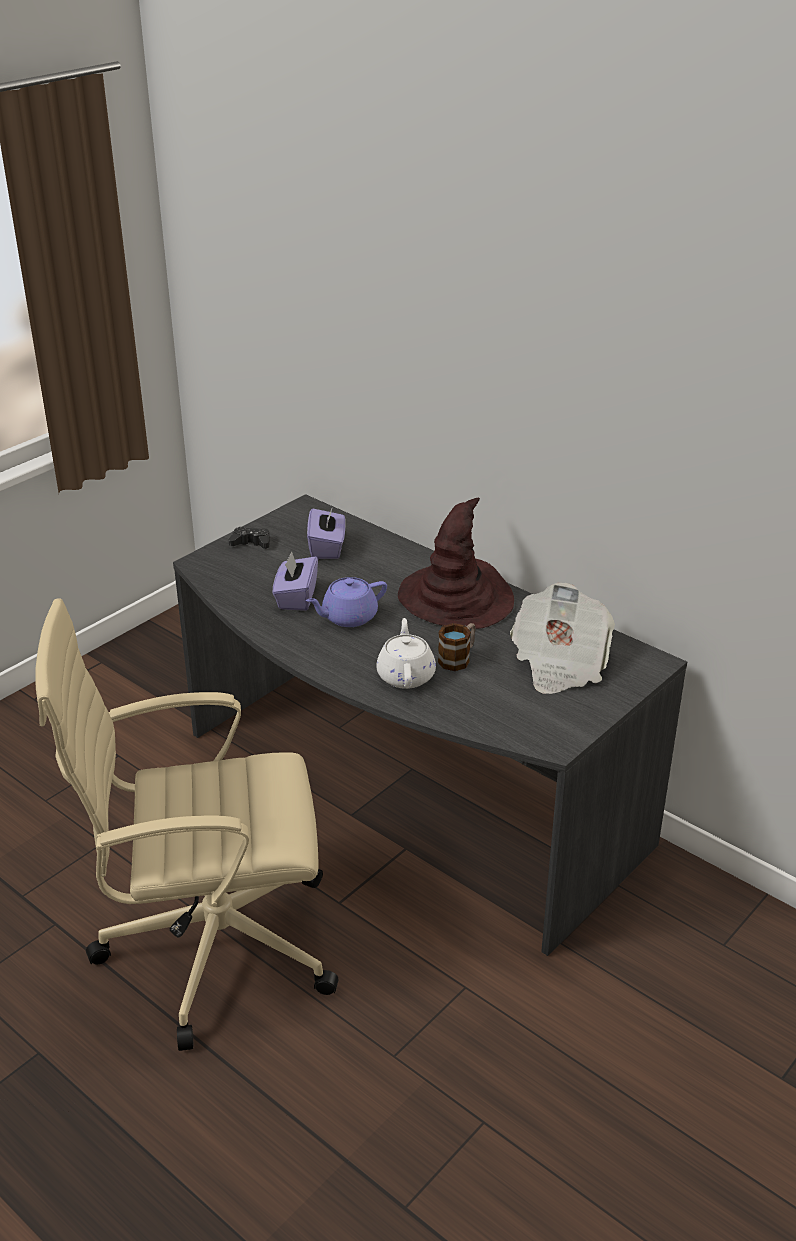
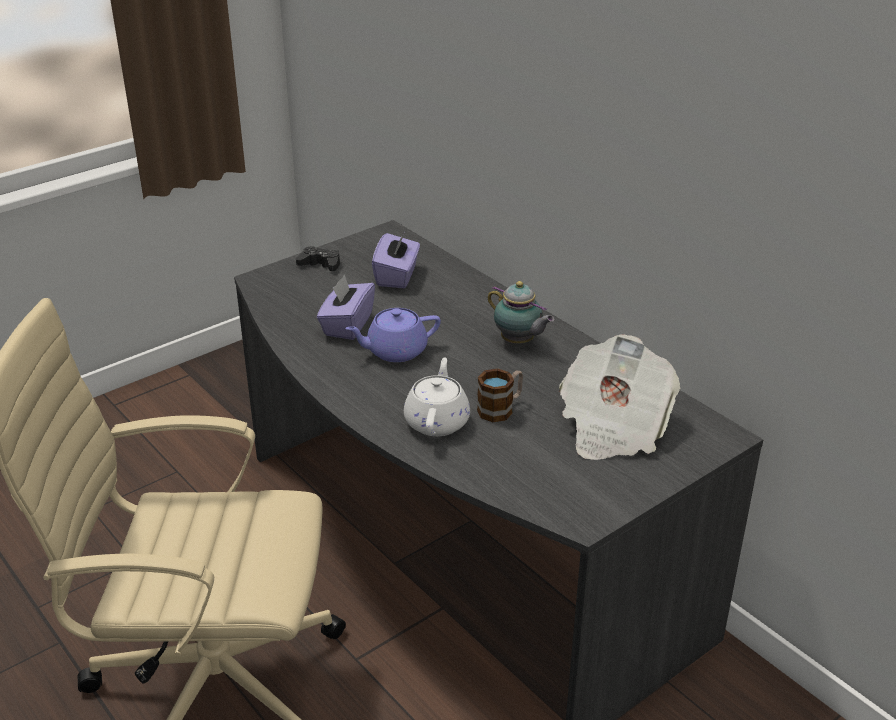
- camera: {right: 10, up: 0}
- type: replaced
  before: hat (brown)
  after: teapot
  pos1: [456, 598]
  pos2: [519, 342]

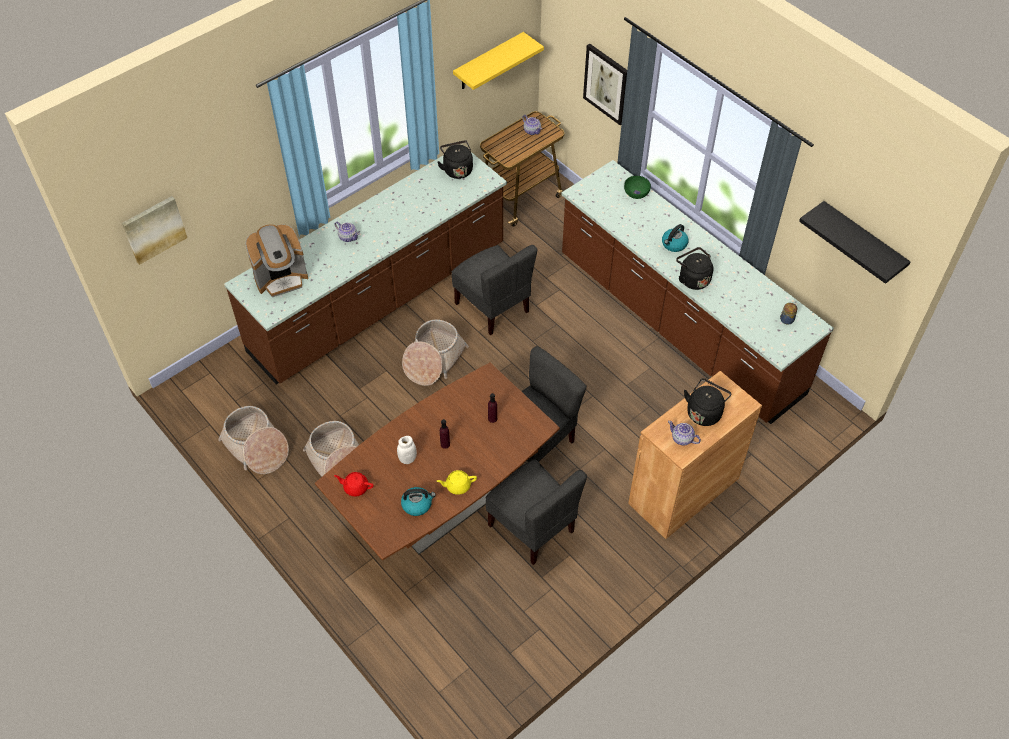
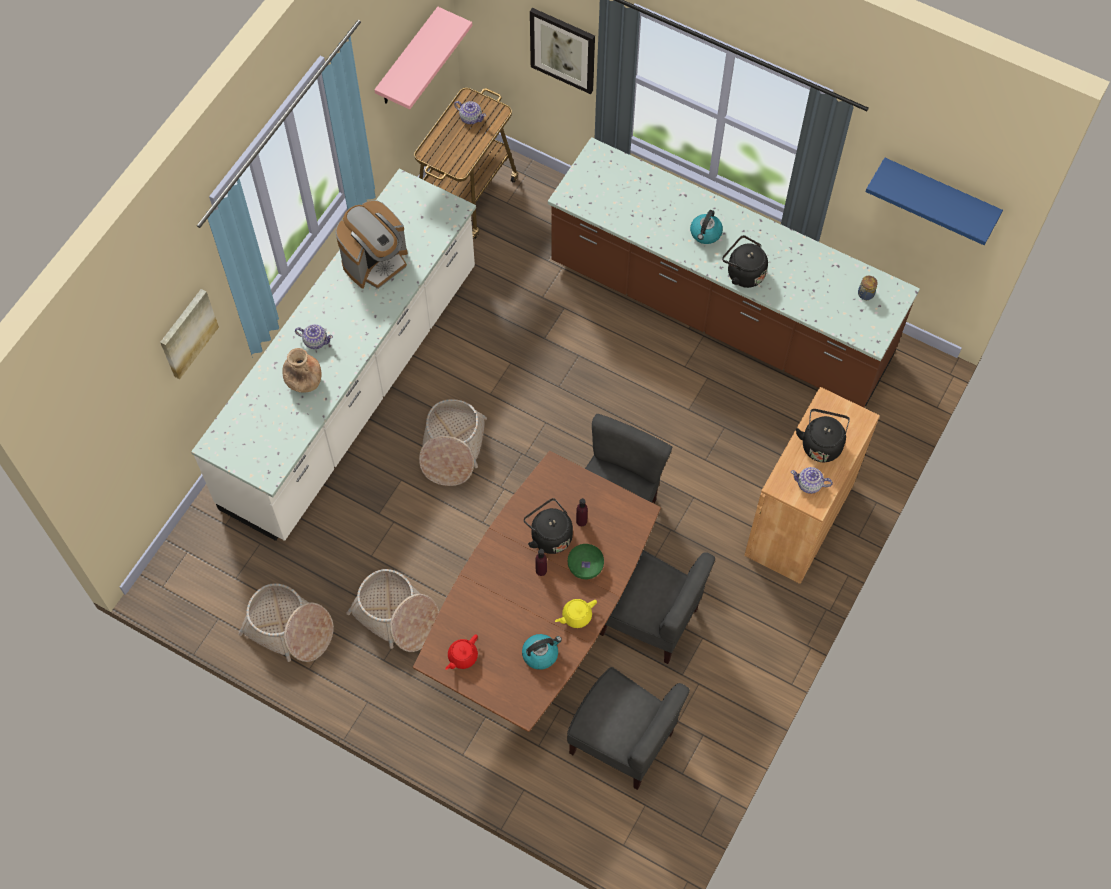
- camera: {right: -20, up: 10}
- type: recoloured
  before: shelf (yellow)
  after: shelf (pink)
  pos1: [488, 62]
  pos2: [407, 59]
- type: moved
  before: kettle (black)
  pos1: [457, 169]
  pos2: [549, 535]
- type: recoloured
  before: counter (brown)
  after: counter (white)
  pos1: [379, 299]
  pos2: [353, 388]
- type: moved
  before: bowl (green)
  pos1: [636, 193]
  pos2: [585, 566]
- type: moved
  before: picture
  pos1: [154, 229]
  pos2: [187, 333]
- type: recoloured
  before: shelf (black)
  after: shelf (blue)
  pos1: [862, 242]
  pos2: [939, 194]
- type: moved
  before: coffee machine
  pos1: [281, 278]
  pos2: [376, 262]
- type: moved
  before: chair (grey)
  pos1: [493, 307]
  pos2: [622, 742]
- type: removed
  before: jar (white)
  pos1: [407, 459]
- type: turned
  before: teapot (red)
  pos1: [355, 487]
  pos2: [462, 657]
  turn: -45
- type: added
  after: vase (brown)
  pos2: [303, 381]

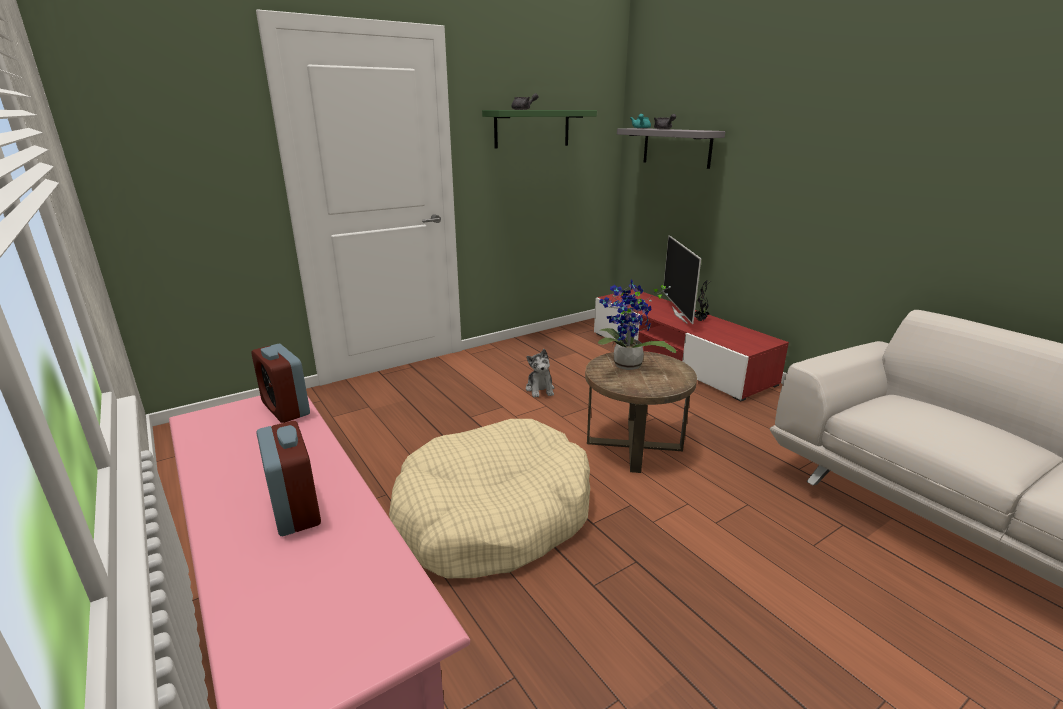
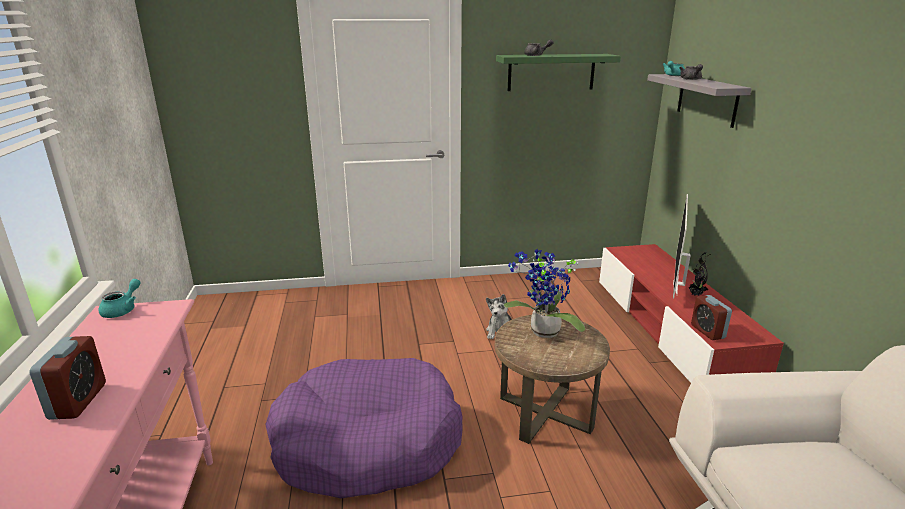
- camera: {right: 25, up: 0}
- type: moved
  before: alarm clock
  pos1: [286, 409]
  pos2: [707, 331]
- type: recoloured
  before: dog bed (beige)
  after: dog bed (purple)
  pos1: [493, 515]
  pos2: [367, 442]
- type: added
  after: teapot (turquoise)
  pos2: [123, 310]

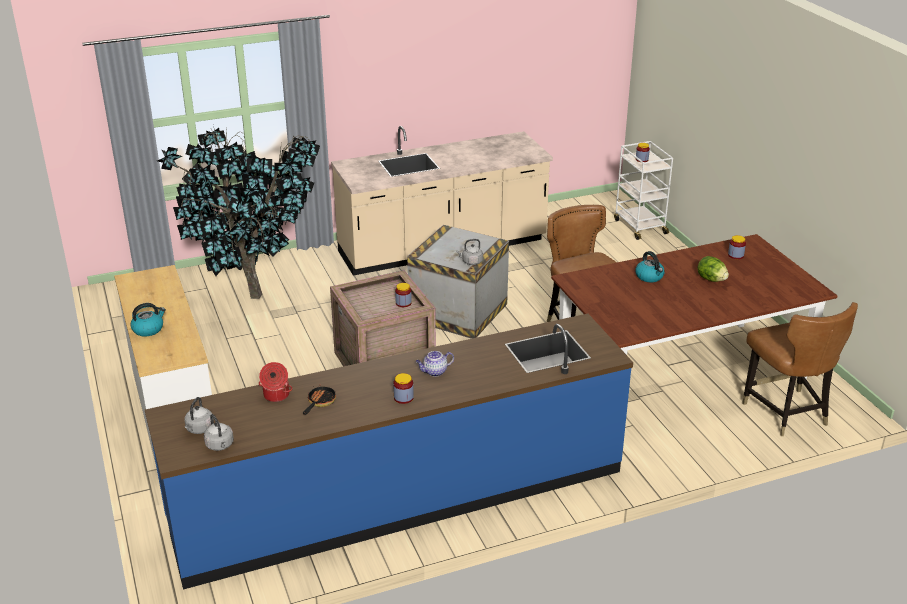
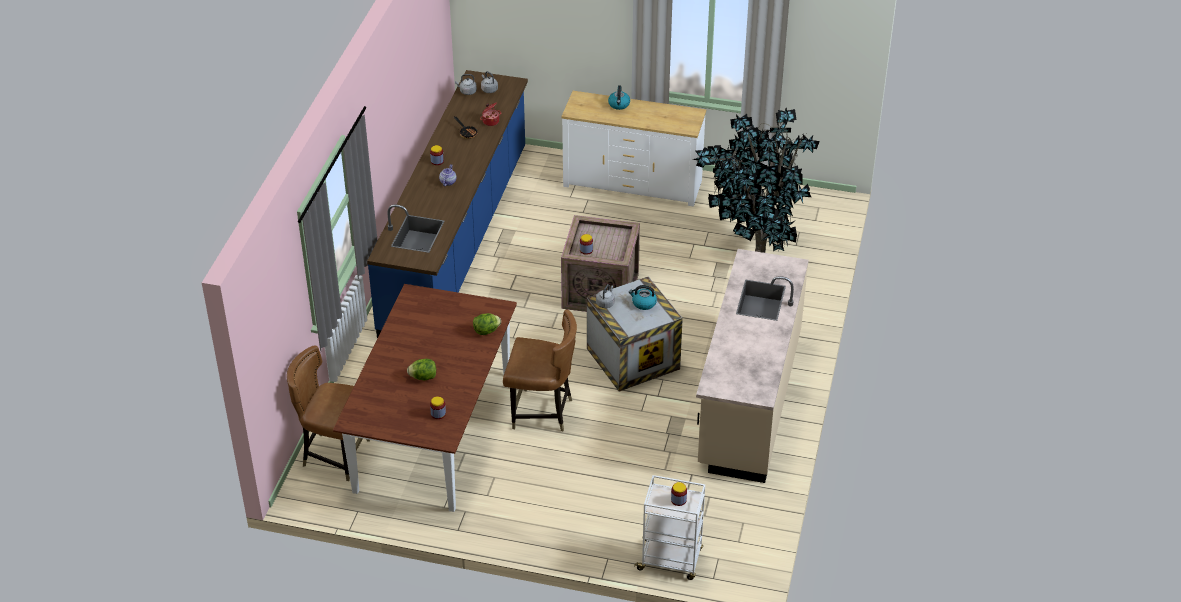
- camera: {right: 125, up: 10}
- type: moved
  before: kettle
  pos1: [649, 277]
  pos2: [643, 303]
- type: added
  after: lettuce
  pos2: [486, 331]

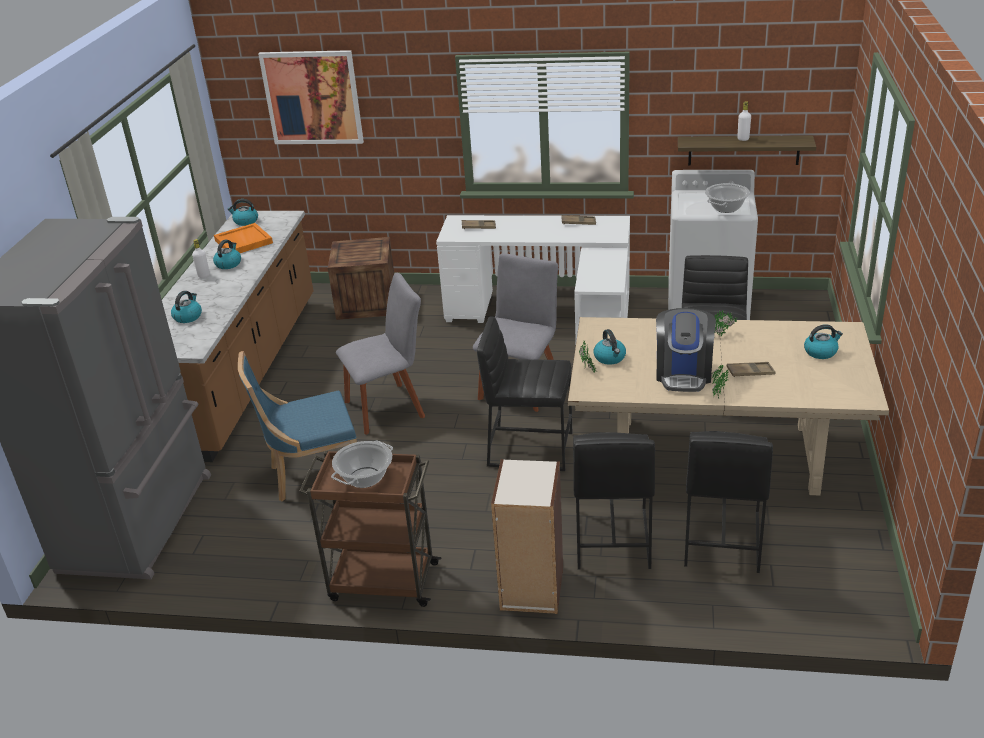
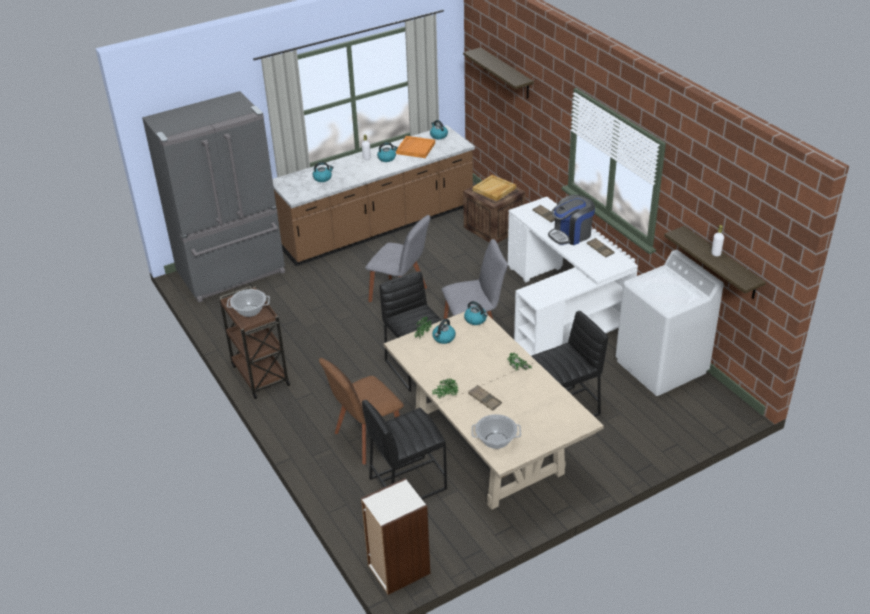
- camera: {right: 50, up: 5}
- type: replaced
  before: picture
  after: shelf
  pos1: [312, 97]
  pos2: [506, 73]
- type: moved
  before: cooking pot
  pos1: [726, 208]
  pos2: [495, 441]
- type: moved
  before: coffee machine
  pos1: [683, 373]
  pos2: [571, 235]
- type: moved
  before: kettle
  pos1: [821, 352]
  pos2: [476, 319]
- type: removed
  before: chair (blue)
  pos1: [312, 475]
- type: replaced
  before: stool (black)
  after: chair (brown)
  pos1: [611, 539]
  pos2: [366, 439]
- type: moved
  before: bookcase
  pos1: [531, 588]
  pos2: [398, 569]
- type: added
  after: tray (beige)
  pos2: [494, 189]

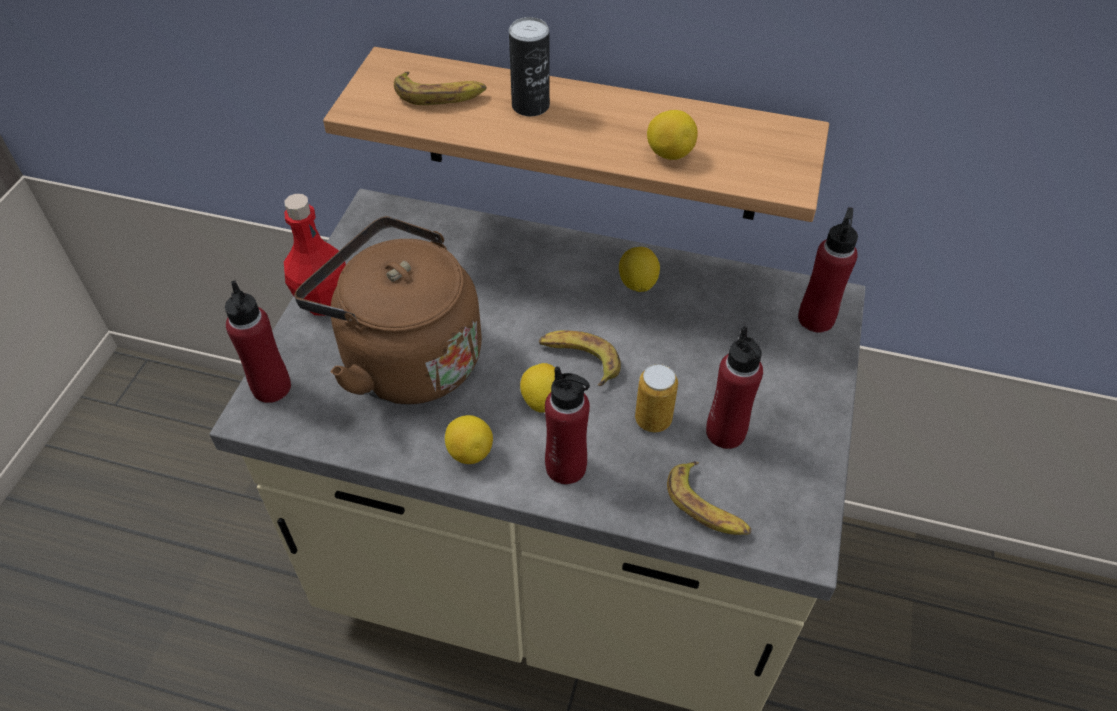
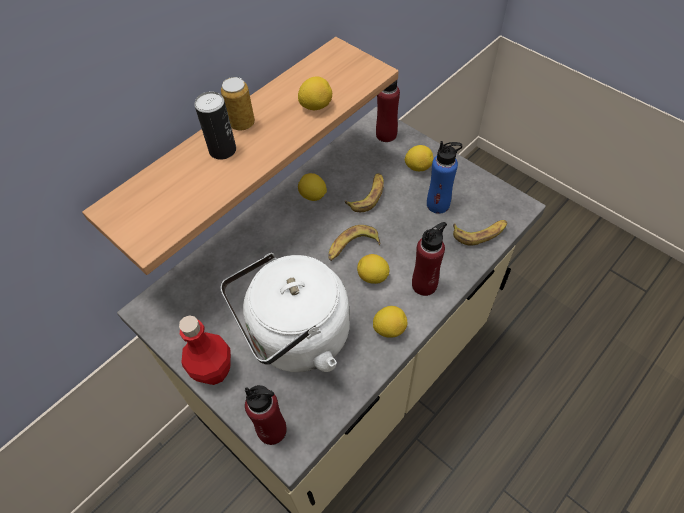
- camera: {right: -60, up: 5}
- type: moved
  before: banana
  pos1: [440, 95]
  pos2: [368, 195]
- type: recoloured
  before: kettle (brown)
  after: kettle (white)
  pos1: [404, 358]
  pos2: [295, 338]
- type: recoloured
  before: bottle (red)
  after: bottle (blue)
  pos1: [725, 432]
  pos2: [438, 204]
- type: moved
  before: can
  pos1: [653, 419]
  pos2: [242, 123]
- type: added
  after: lemon
  pos2: [418, 167]

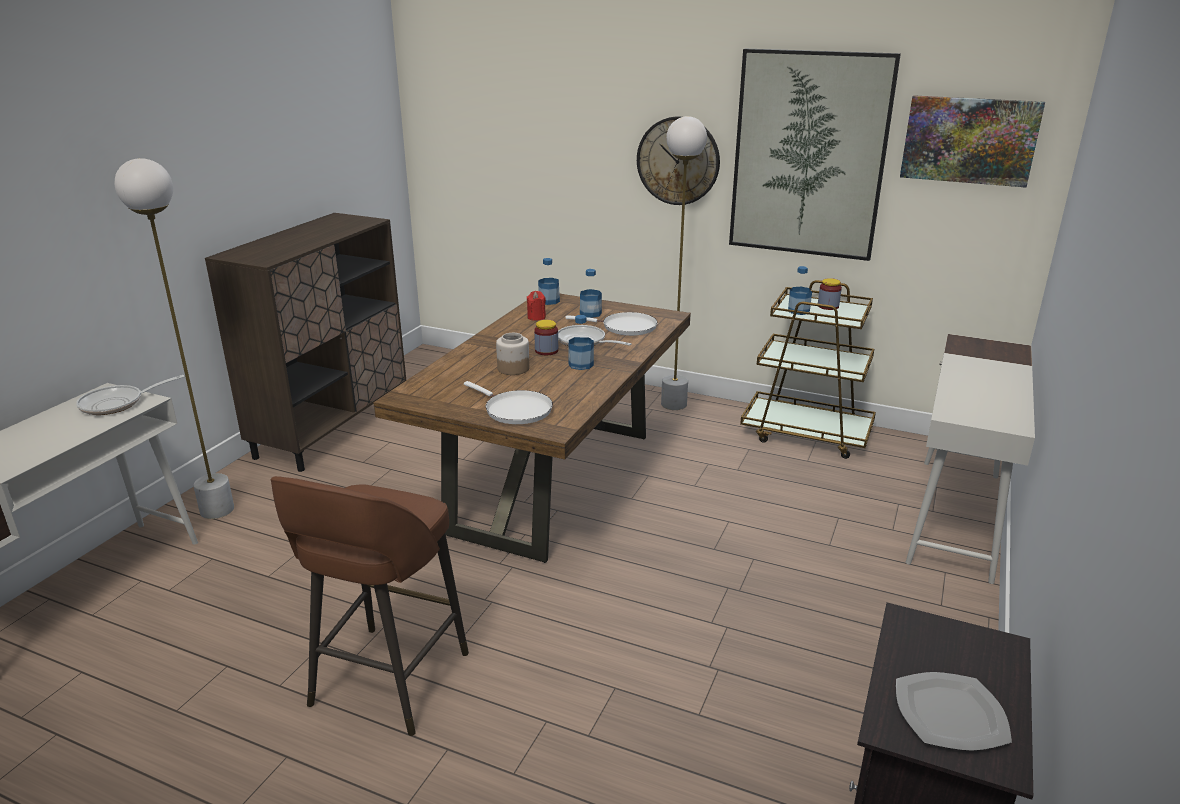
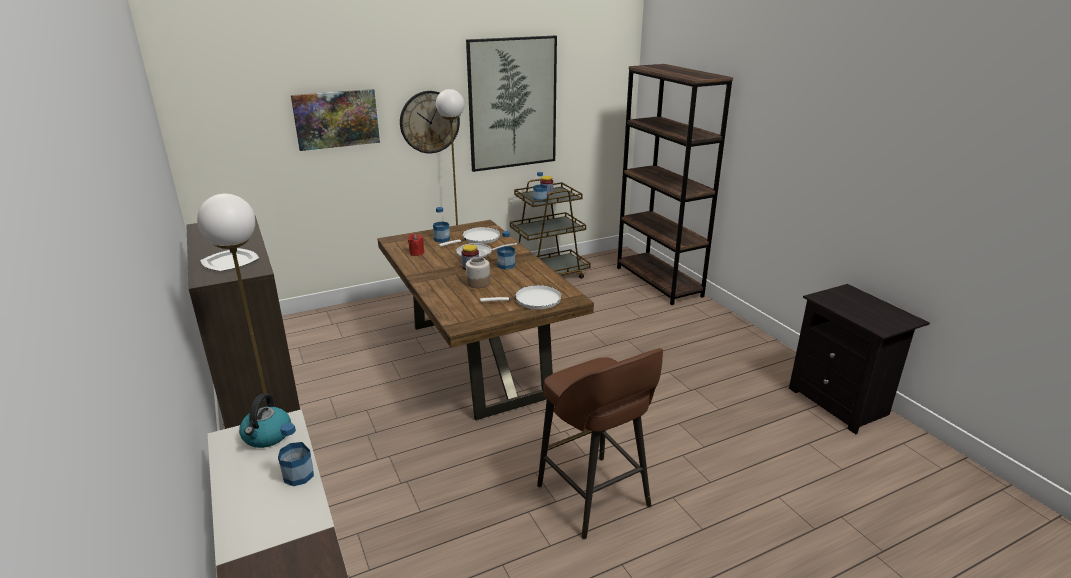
- camera: {right: -50, up: 0}
- type: moved
  before: picture
  pos1: [969, 140]
  pos2: [336, 119]
- type: moved
  before: bottle
  pos1: [549, 301]
  pos2: [298, 475]
- type: replaced
  before: desk (white)
  after: bookcase (brown)
  pos1: [955, 517]
  pos2: [658, 282]
- type: replaced
  before: frying pan
  after: kettle
  pos1: [117, 403]
  pos2: [267, 436]
- type: moved
  before: plate
  pos1: [951, 714]
  pos2: [231, 262]

